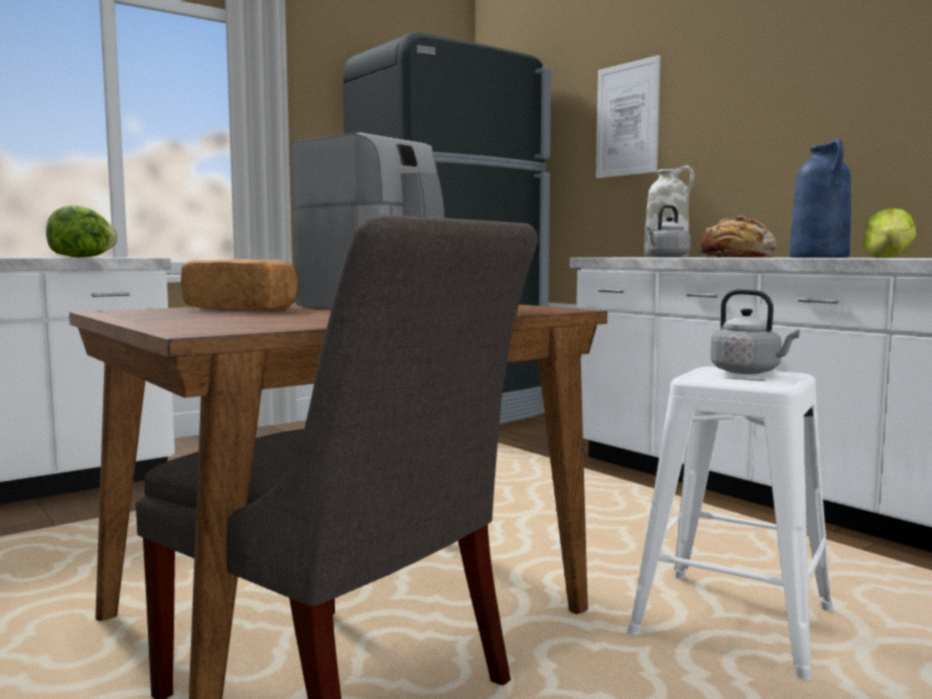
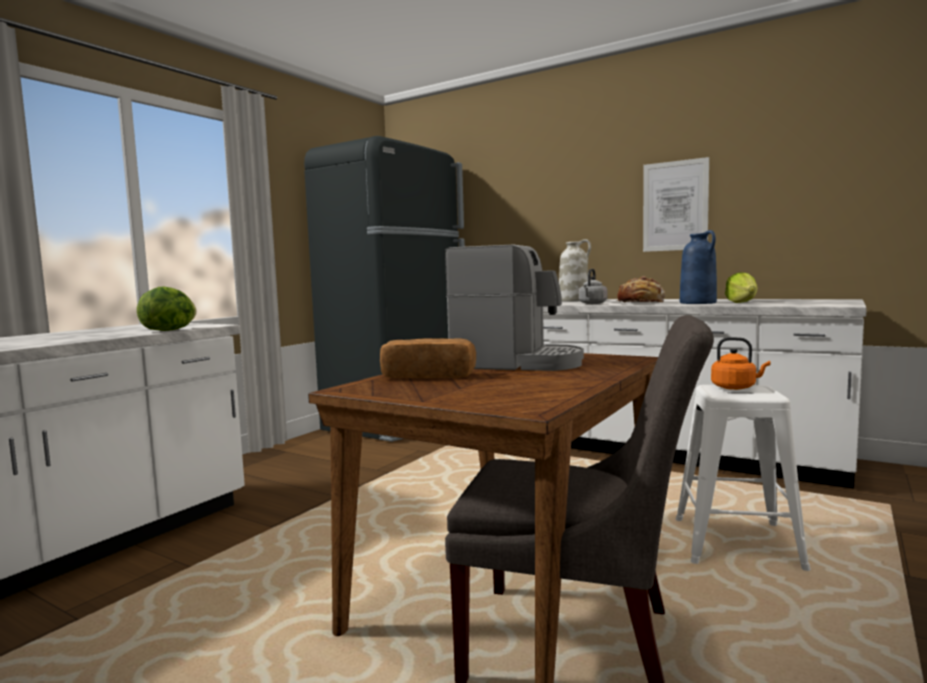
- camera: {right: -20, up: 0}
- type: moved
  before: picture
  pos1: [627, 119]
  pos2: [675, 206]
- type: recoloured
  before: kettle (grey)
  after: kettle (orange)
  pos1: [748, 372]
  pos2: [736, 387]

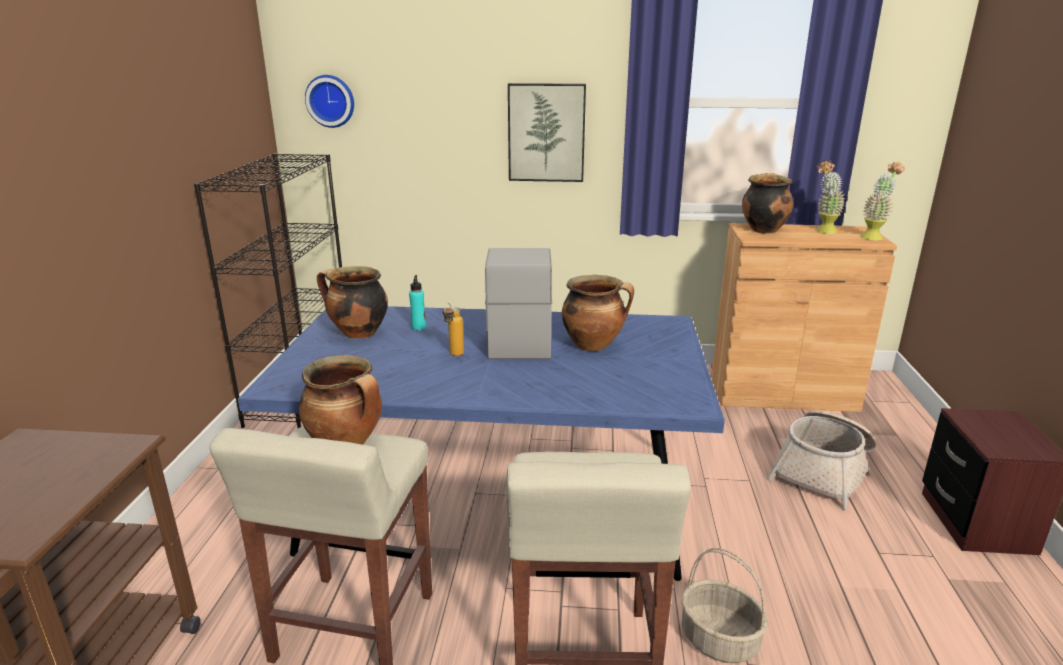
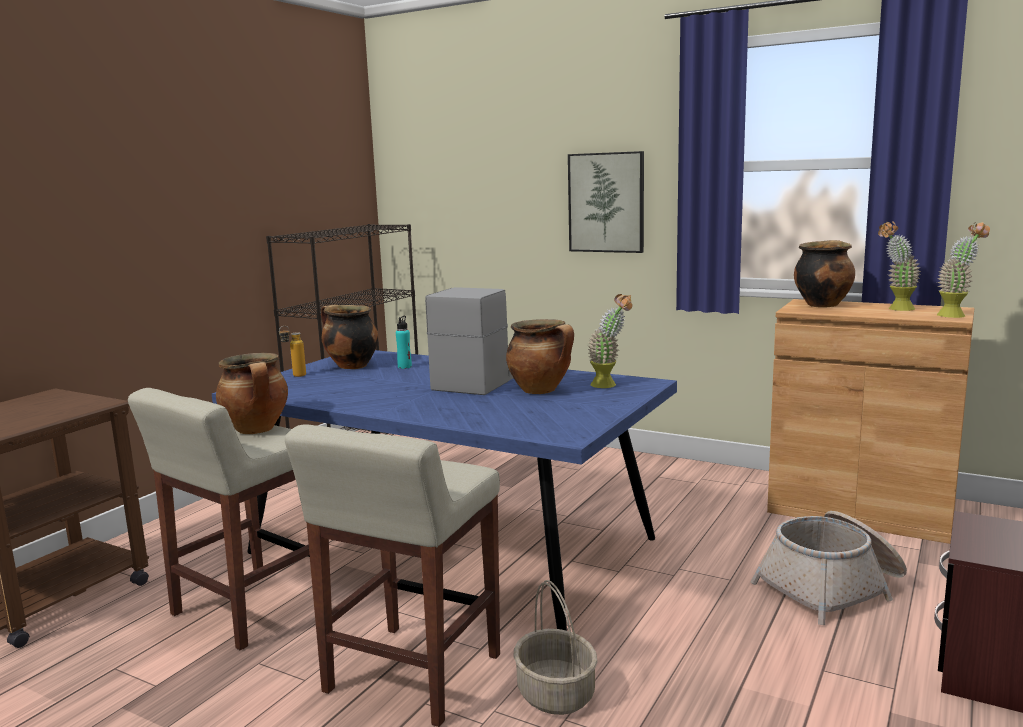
- camera: {right: 25, up: -10}
- type: removed
  before: wall clock
  pos1: [331, 101]
- type: moved
  before: bottle
  pos1: [454, 356]
  pos2: [294, 376]
- type: added
  after: potted plant
  pos2: [610, 385]

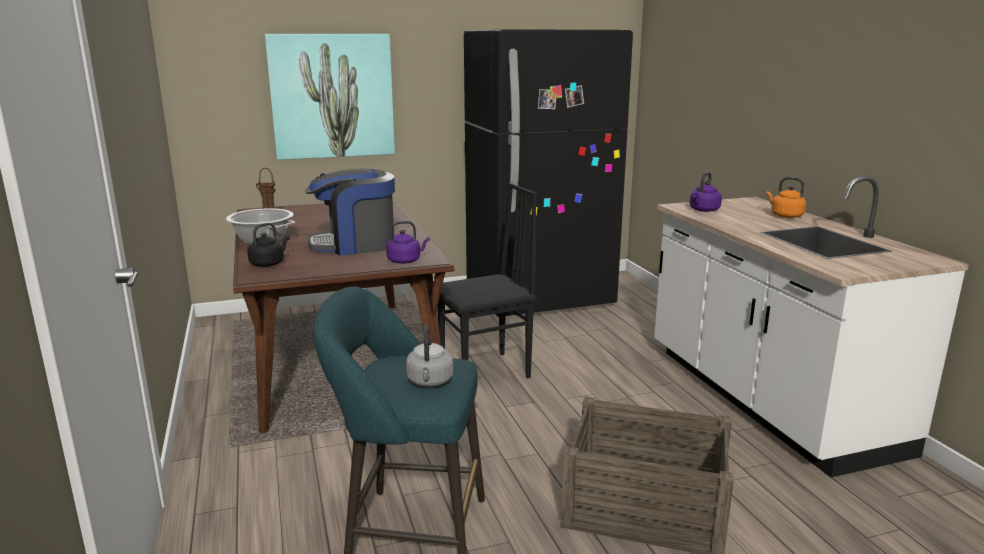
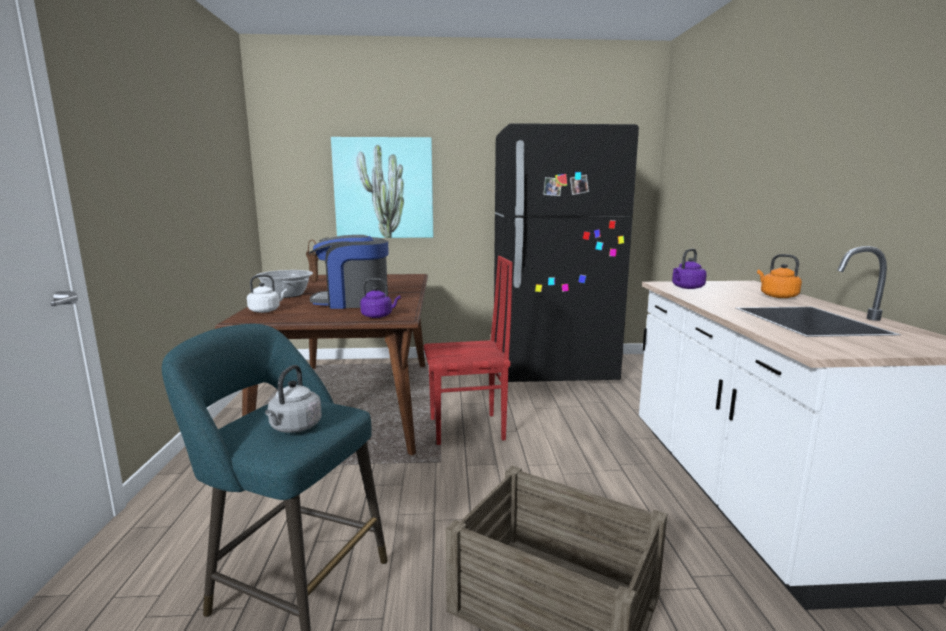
- camera: {right: 15, up: -5}
- type: recoloured
  before: chair (black)
  after: chair (red)
  pos1: [486, 372]
  pos2: [467, 430]
- type: recoloured
  before: kettle (black)
  after: kettle (white)
  pos1: [268, 263]
  pos2: [266, 310]

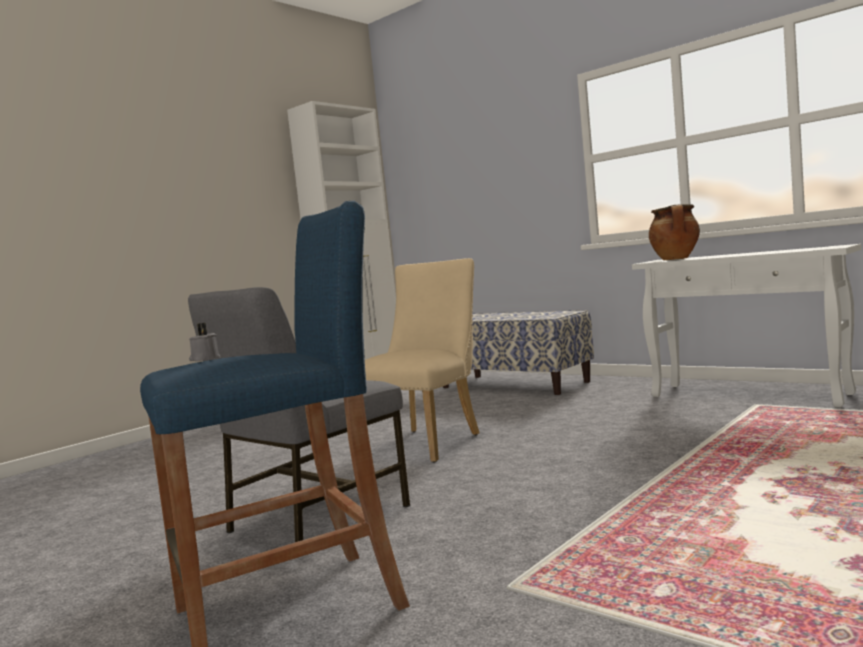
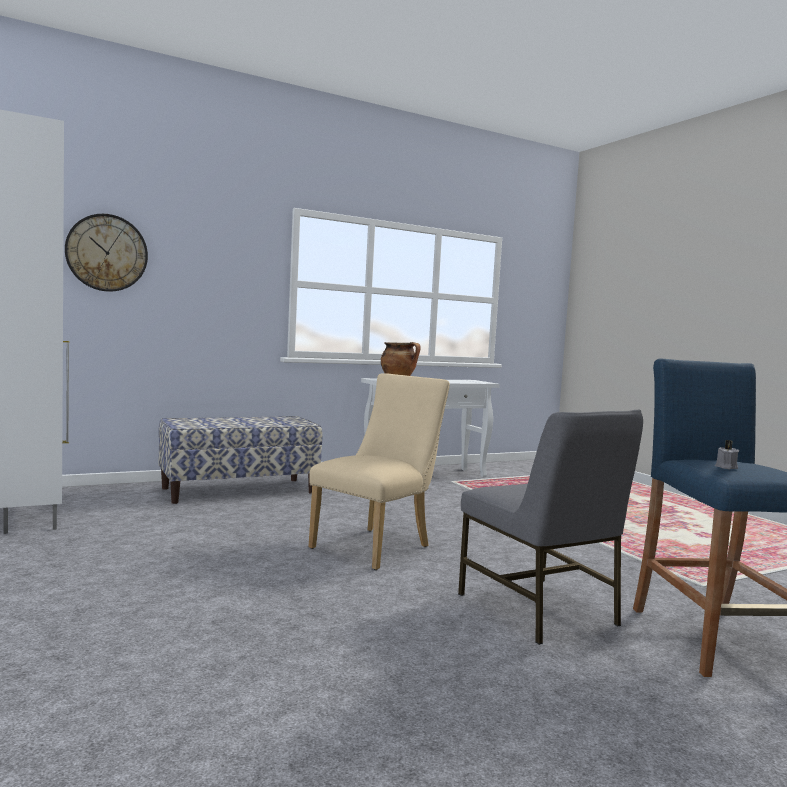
- camera: {right: -70, up: 0}
- type: turned
  before: chair (beige)
  pos1: [427, 442]
  pos2: [377, 546]
  turn: 75
- type: added
  after: wall clock
  pos2: [107, 253]

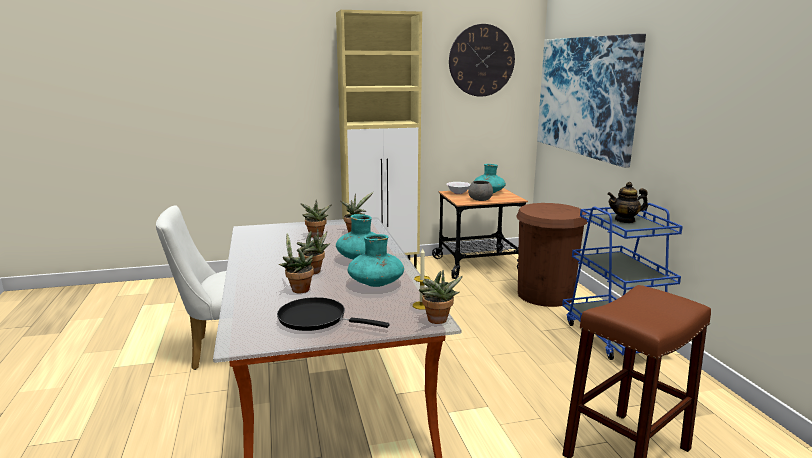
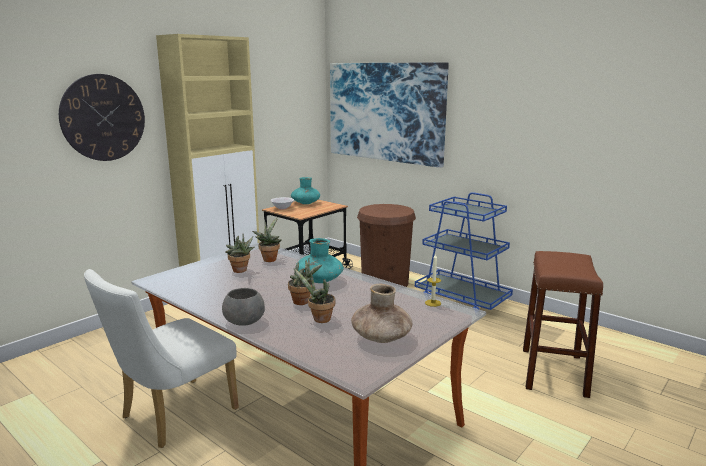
- camera: {right: -35, up: 0}
- type: moved
  before: wall clock
  pos1: [481, 60]
  pos2: [103, 118]
- type: moved
  before: bowl (grey)
  pos1: [480, 199]
  pos2: [245, 321]
- type: removed
  before: teapot
  pos1: [625, 220]
- type: removed
  before: vase (turquoise)
  pos1: [375, 283]
- type: removed
  before: potted plant
  pos1: [437, 321]
- type: replaced
  before: frying pan (black)
  after: vase (brown)
  pos1: [317, 319]
  pos2: [381, 337]

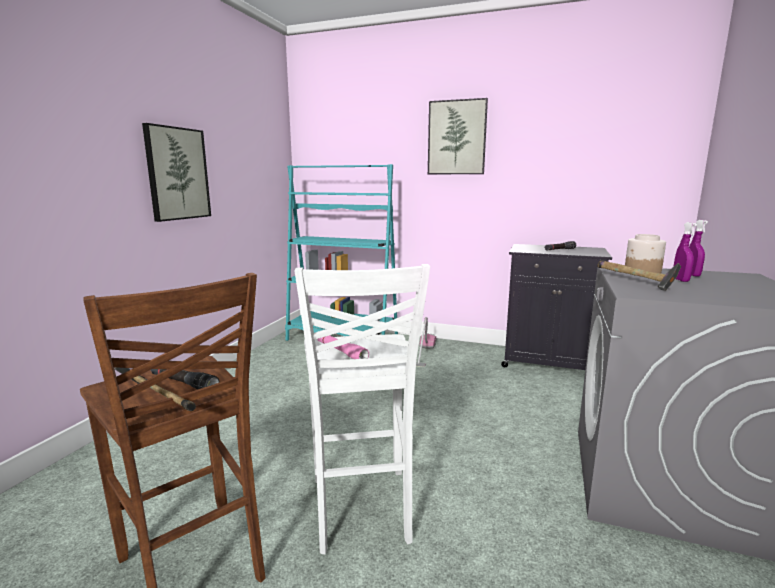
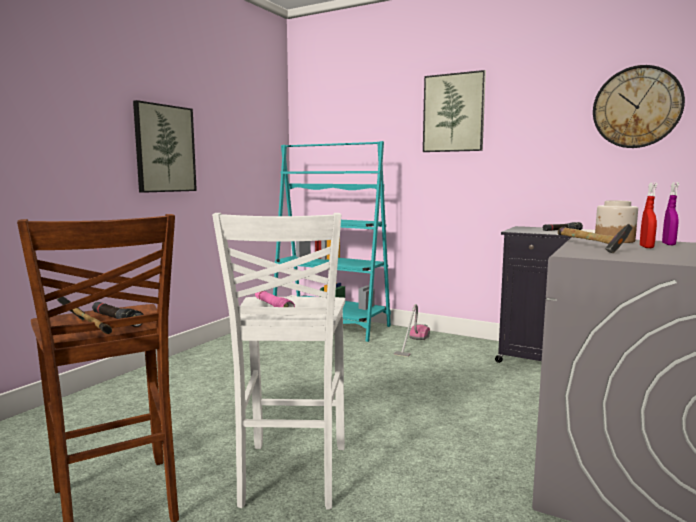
- camera: {right: 10, up: -5}
- type: recoloured
  before: spray bottle (purple)
  after: spray bottle (red)
  pos1: [680, 280]
  pos2: [646, 247]
- type: added
  after: wall clock
  pos2: [636, 107]

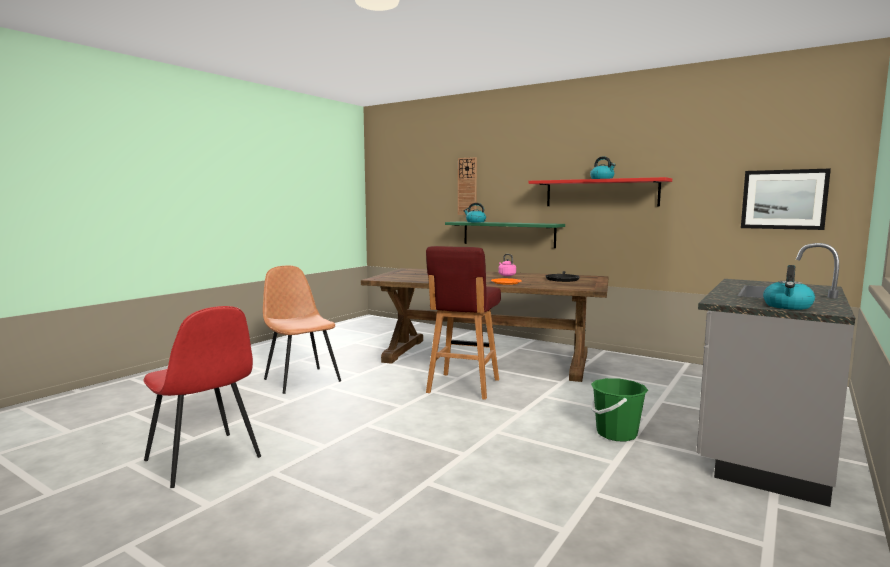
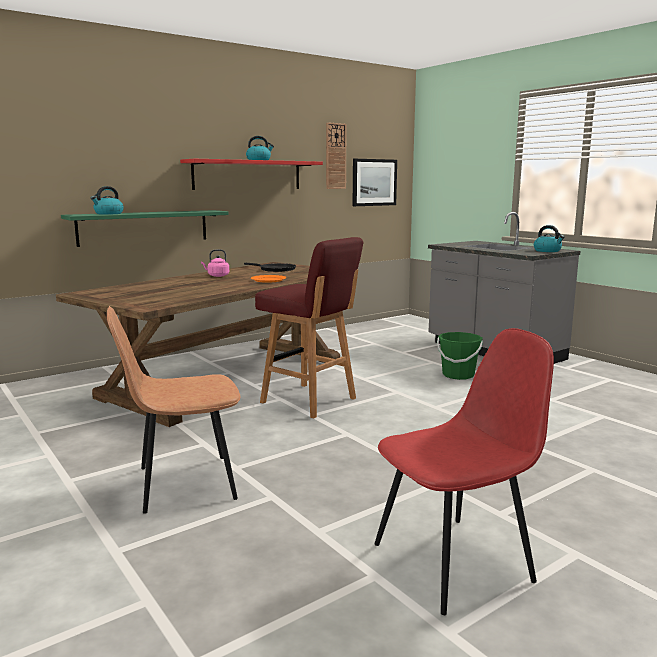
- camera: {right: -70, up: 5}
- type: moved
  before: wall clock
  pos1: [467, 186]
  pos2: [335, 156]

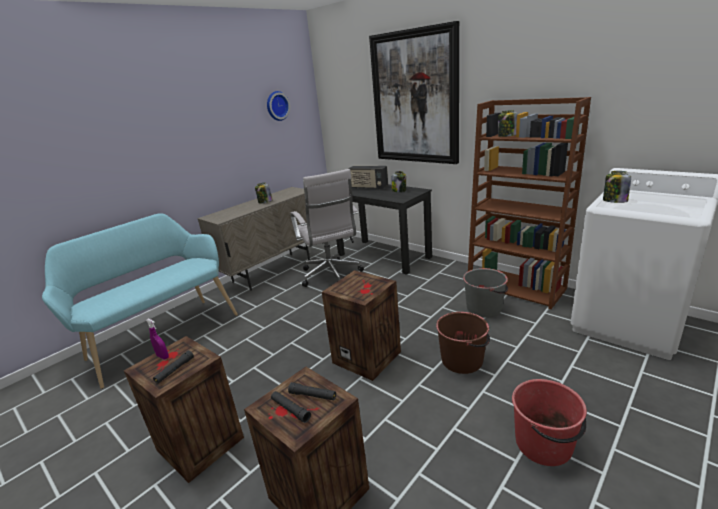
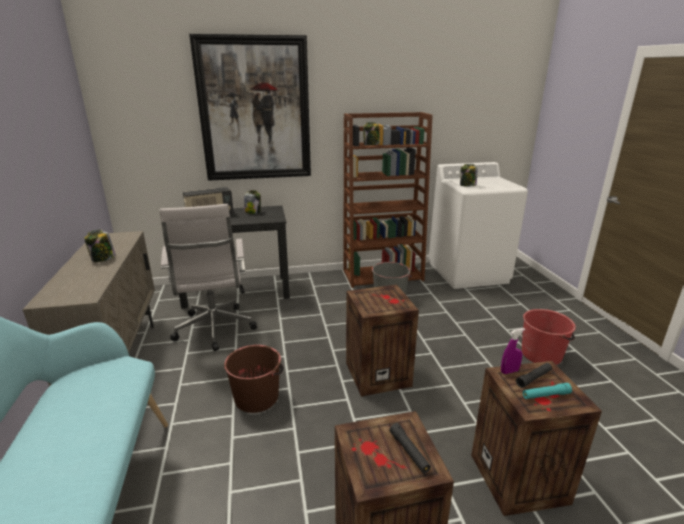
- camera: {right: -55, up: 0}
- type: removed
  before: wall clock
  pos1: [276, 106]
- type: turned
  before: office chair (white)
  pos1: [331, 276]
  pos2: [214, 330]
  turn: 60
- type: moved
  before: bucket (brown)
  pos1: [462, 360]
  pos2: [257, 397]
- type: moved
  before: spray bottle (purple)
  pos1: [162, 356]
  pos2: [509, 371]
- type: recoloured
  before: flashlight (black)
  after: flashlight (turquoise)
  pos1: [290, 410]
  pos2: [545, 395]

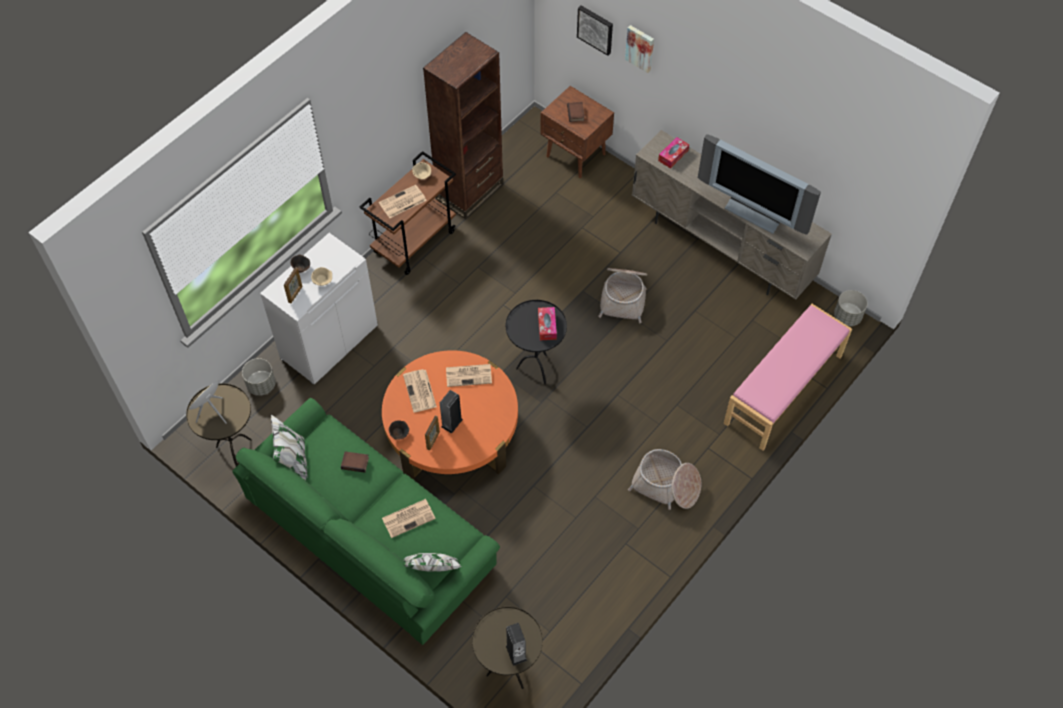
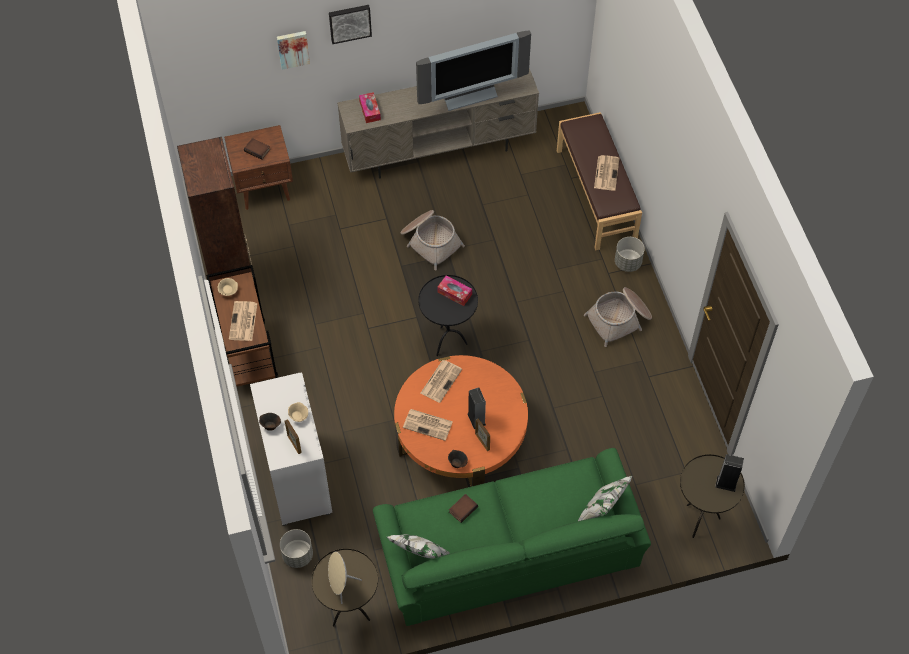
- camera: {right: -55, up: 0}
- type: moved
  before: picture
  pos1: [596, 29]
  pos2: [349, 22]
- type: moved
  before: planter (grey)
  pos1: [847, 317]
  pos2: [628, 262]
- type: recoloured
  before: bench (pink)
  after: bench (brown)
  pos1: [784, 390]
  pos2: [596, 194]
- type: moved
  before: newspaper
  pos1: [409, 518]
  pos2: [606, 172]

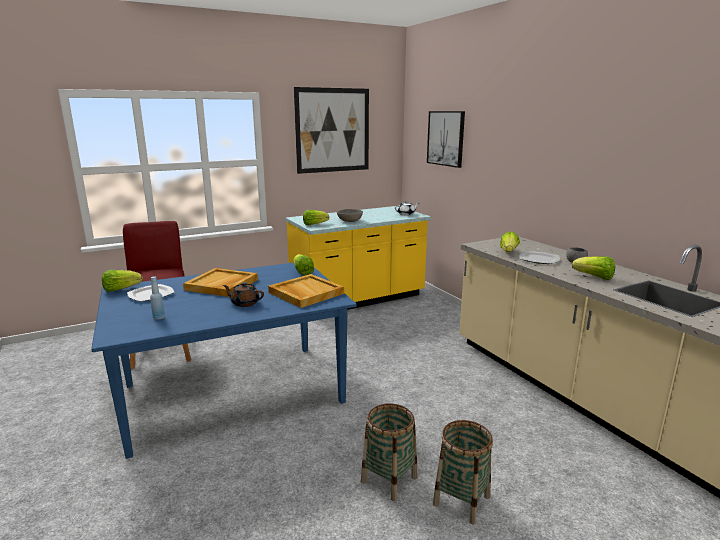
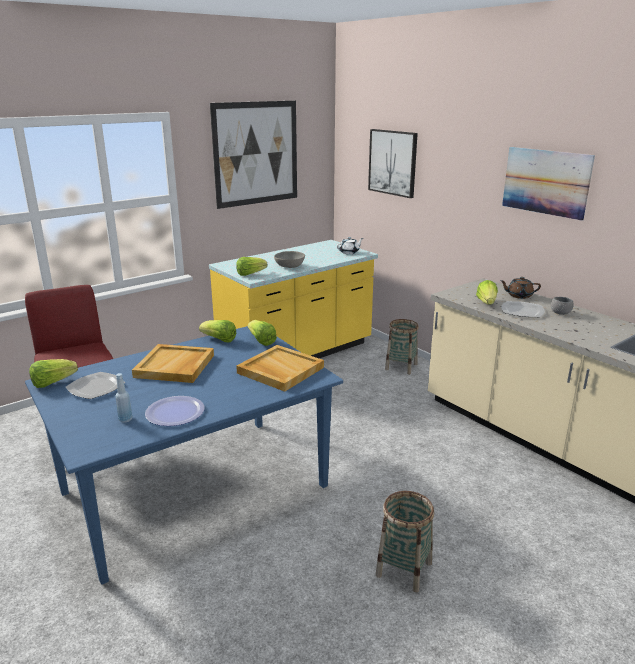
- camera: {right: -10, up: 5}
- type: moved
  before: lettuce
  pos1: [594, 277]
  pos2: [219, 340]
- type: moved
  before: teapot (brown)
  pos1: [244, 303]
  pos2: [518, 296]
- type: moved
  before: basket
  pos1: [461, 500]
  pos2: [401, 367]
- type: added
  after: picture
  pos2: [545, 182]
- type: added
  after: plate
  pos2: [175, 412]

